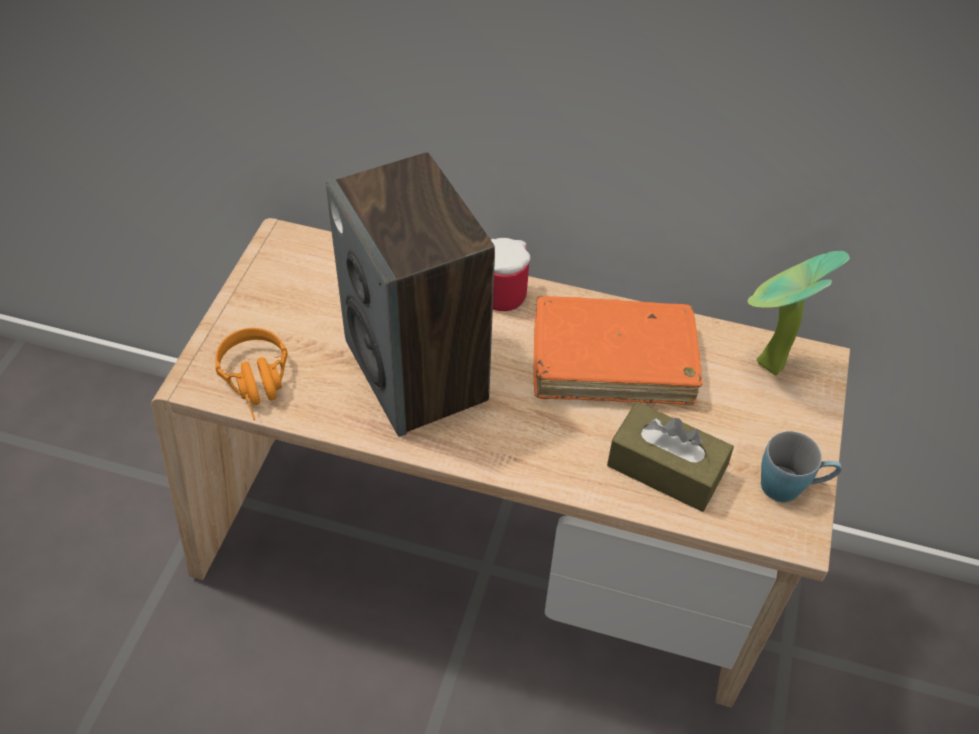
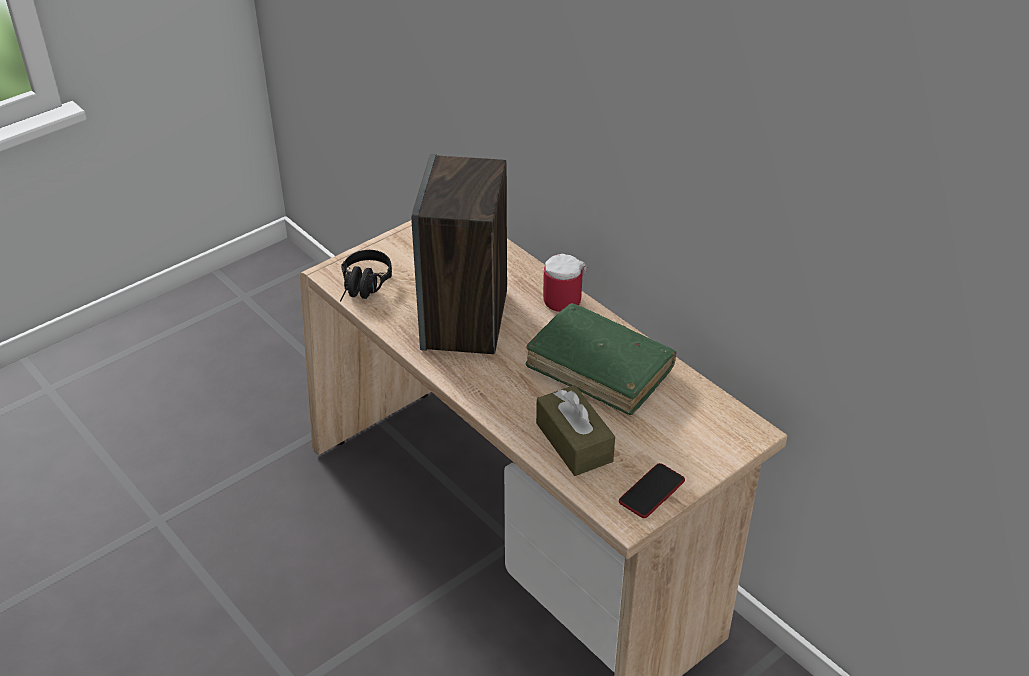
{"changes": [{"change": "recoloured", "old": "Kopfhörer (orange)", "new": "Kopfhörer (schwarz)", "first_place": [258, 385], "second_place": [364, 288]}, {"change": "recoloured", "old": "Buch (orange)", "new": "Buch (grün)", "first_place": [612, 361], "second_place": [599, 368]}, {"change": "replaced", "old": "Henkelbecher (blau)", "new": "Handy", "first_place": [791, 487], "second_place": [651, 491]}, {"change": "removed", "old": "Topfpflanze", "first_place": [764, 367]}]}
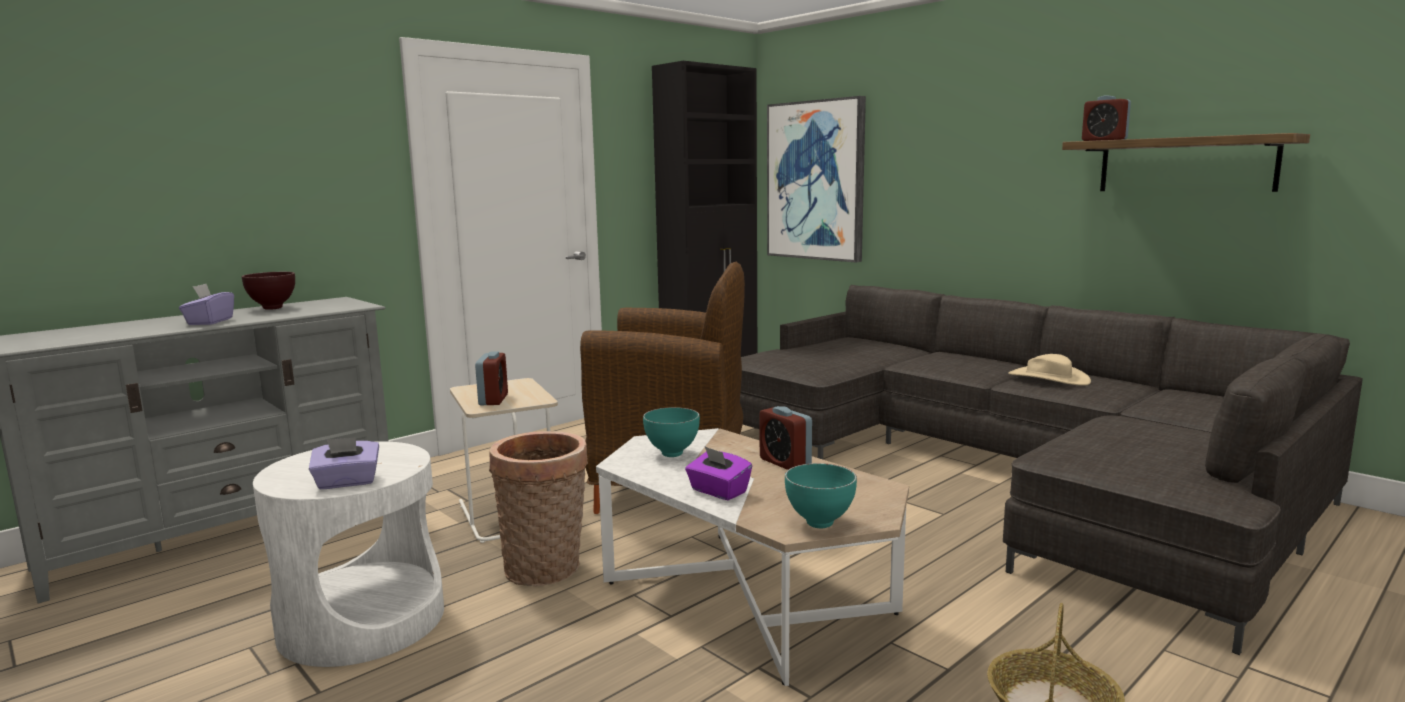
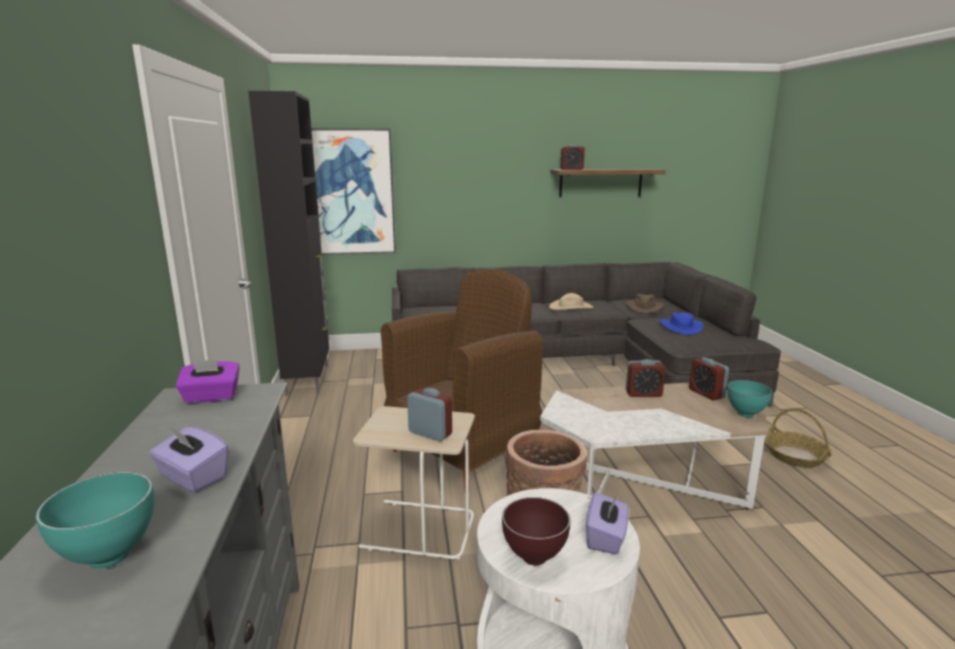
{"changes": [{"change": "moved", "old": "Schüssel (türkis)", "first_place": [671, 454], "second_place": [107, 558]}, {"change": "moved", "old": "Taschentuchbox (lila)", "first_place": [718, 491], "second_place": [211, 397]}, {"change": "moved", "old": "Schüssel (braun)", "first_place": [272, 308], "second_place": [533, 558]}, {"change": "added", "new": "Hut (braun)", "second_place": [644, 307]}, {"change": "added", "new": "Hut (blau)", "second_place": [680, 327]}, {"change": "added", "new": "Wecker", "second_place": [706, 393]}]}
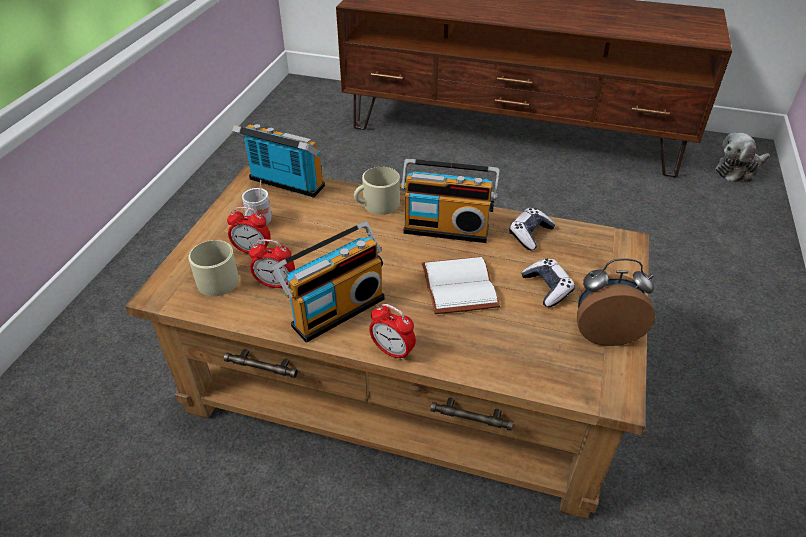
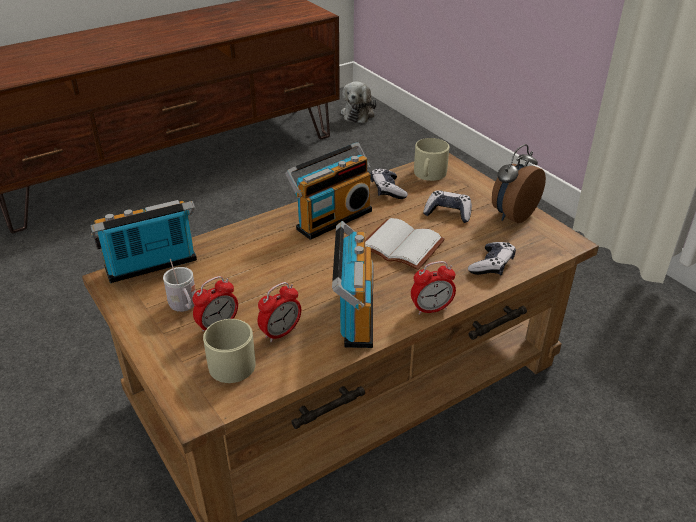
{"changes": [{"change": "moved", "old": "Henkelbecher (beige)", "first_place": [376, 205], "second_place": [429, 174]}, {"change": "added", "new": "Gamepad", "second_place": [492, 265]}]}
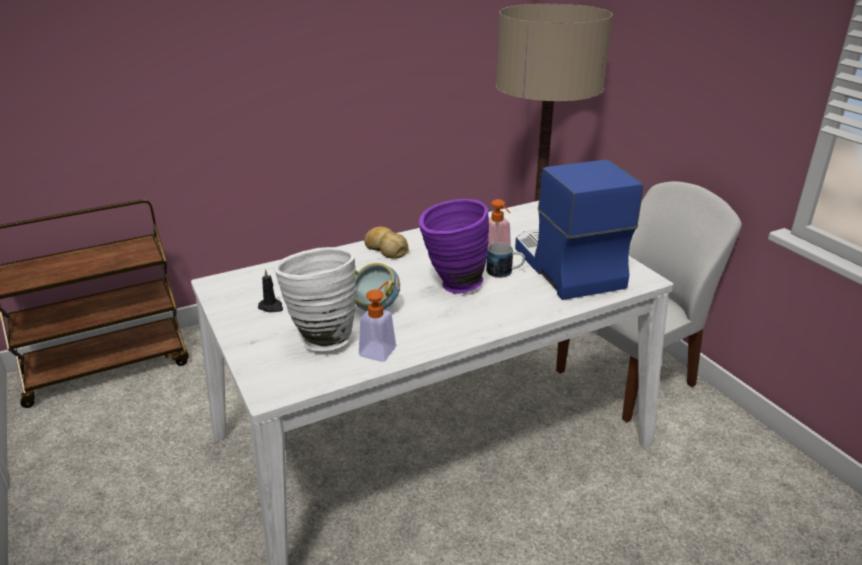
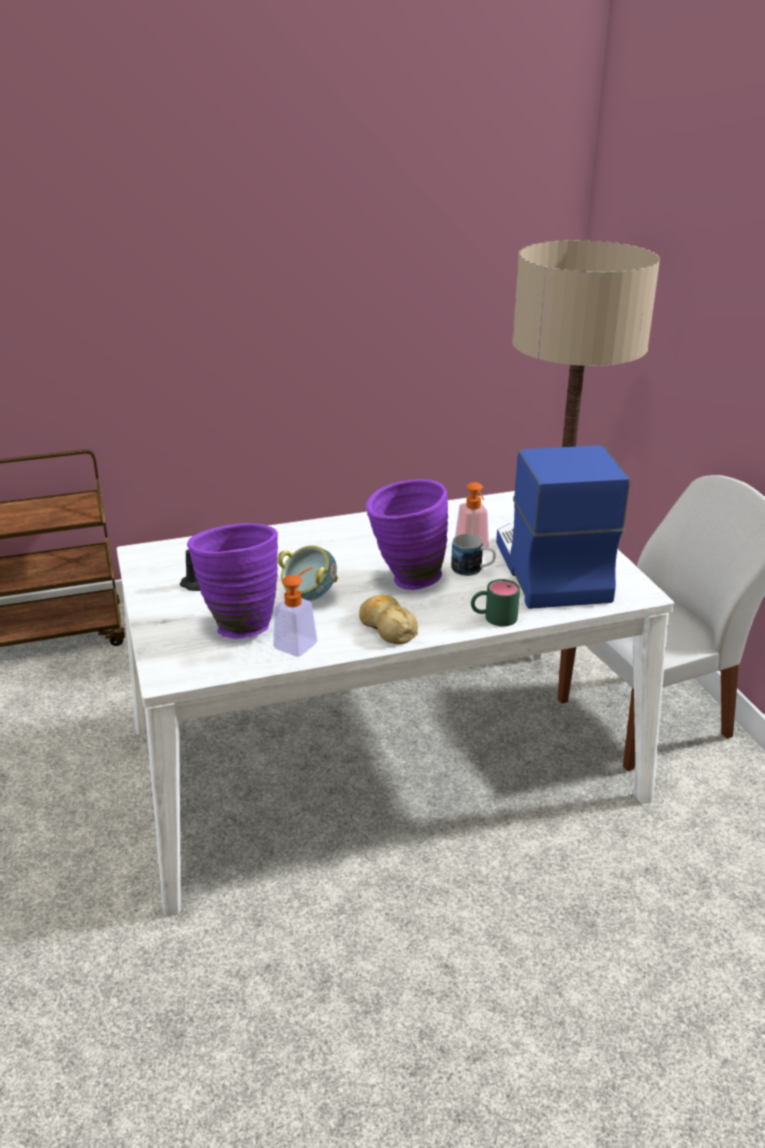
{"changes": [{"change": "recoloured", "old": "Vase (weiß)", "new": "Vase (lila)", "first_place": [321, 338], "second_place": [239, 624]}, {"change": "moved", "old": "Brot", "first_place": [386, 249], "second_place": [387, 627]}, {"change": "added", "new": "Henkelbecher (grün)", "second_place": [493, 617]}]}
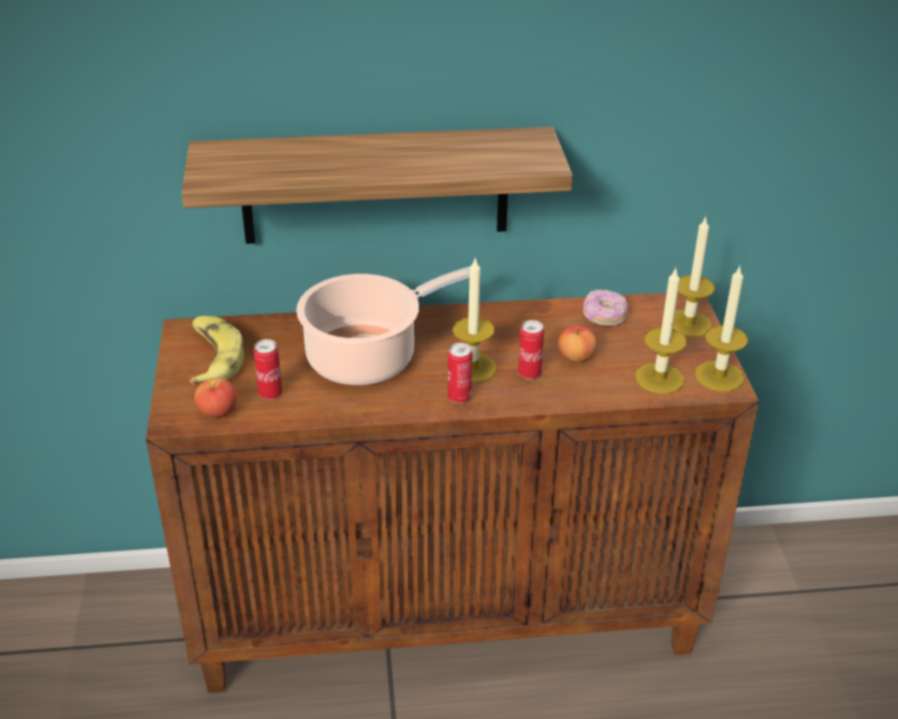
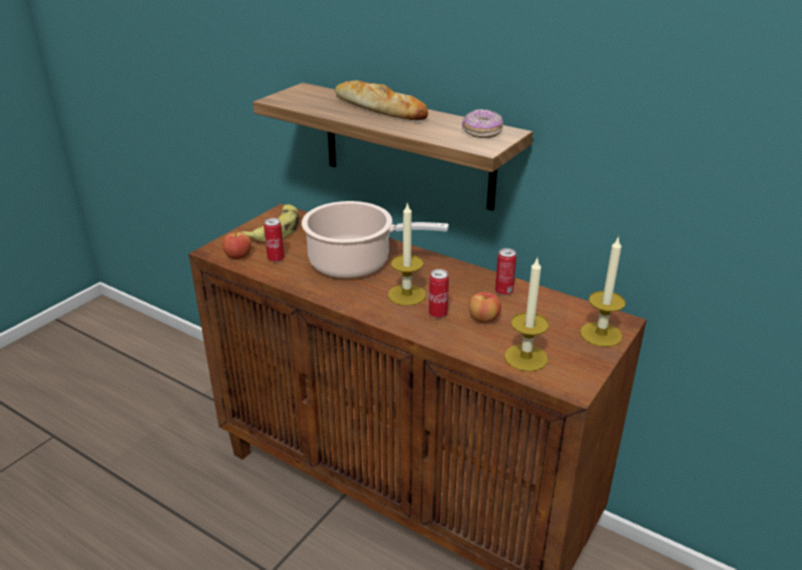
{"changes": [{"change": "added", "new": "Brot", "second_place": [380, 108]}, {"change": "moved", "old": "Donut", "first_place": [604, 317], "second_place": [482, 133]}, {"change": "moved", "old": "Dose", "first_place": [459, 397], "second_place": [503, 291]}, {"change": "removed", "old": "Kerze", "first_place": [719, 376]}]}
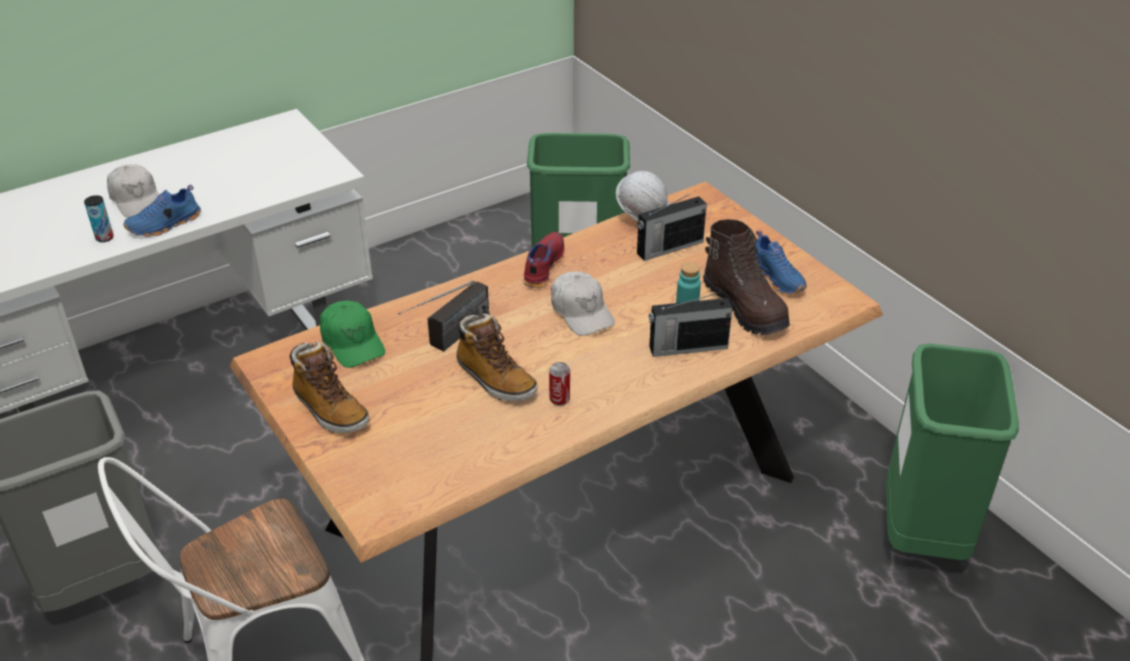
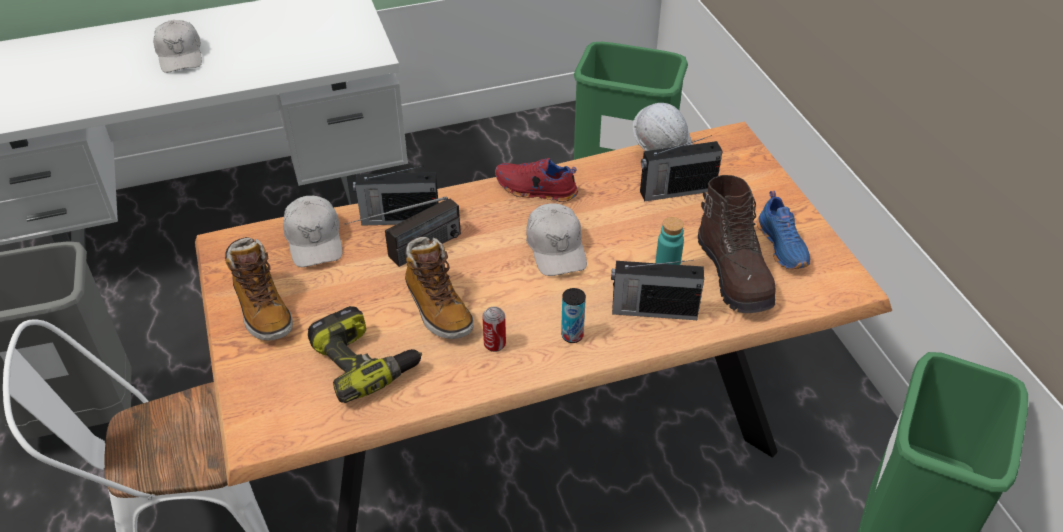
{"changes": [{"change": "recoloured", "old": "Kappe (grün)", "new": "Kappe (weiß)", "first_place": [352, 342], "second_place": [314, 239]}, {"change": "added", "new": "Bohrmaschine", "second_place": [365, 362]}, {"change": "added", "new": "Radio", "second_place": [399, 218]}, {"change": "turned", "old": "Schuh (rot)", "first_place": [542, 267], "second_place": [535, 190], "degrees": -105}, {"change": "moved", "old": "Dose", "first_place": [104, 238], "second_place": [572, 335]}, {"change": "removed", "old": "Schuh (blau)", "first_place": [165, 225]}]}
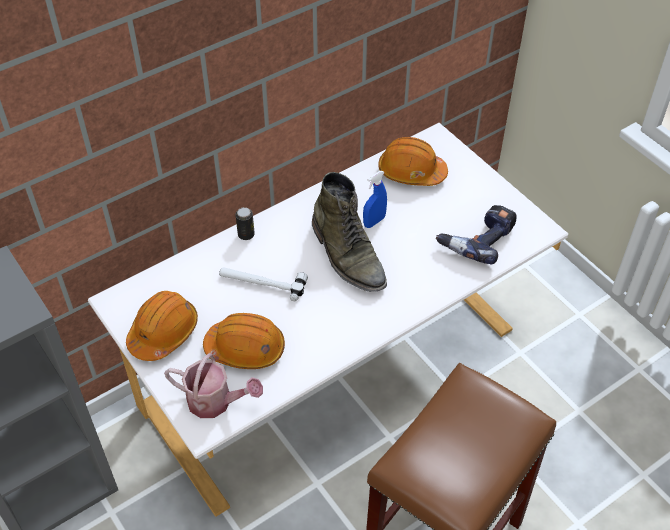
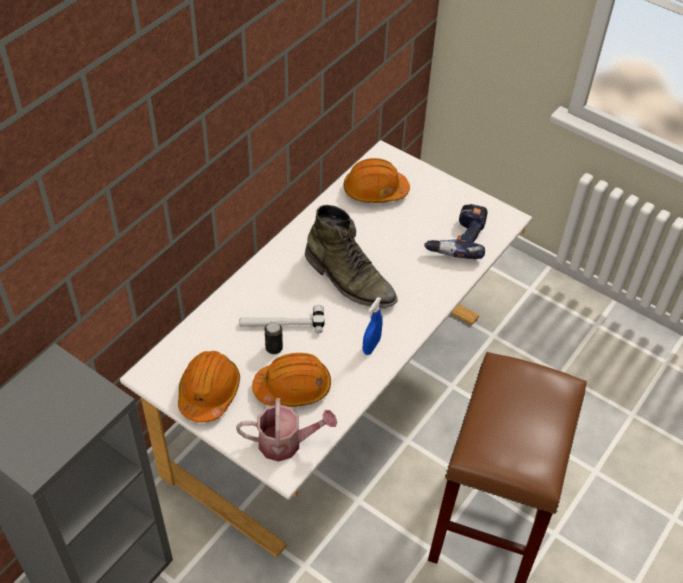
{"changes": [{"change": "moved", "old": "Dose", "first_place": [246, 234], "second_place": [274, 348]}, {"change": "moved", "old": "Sprühflasche (blau)", "first_place": [374, 221], "second_place": [371, 346]}]}
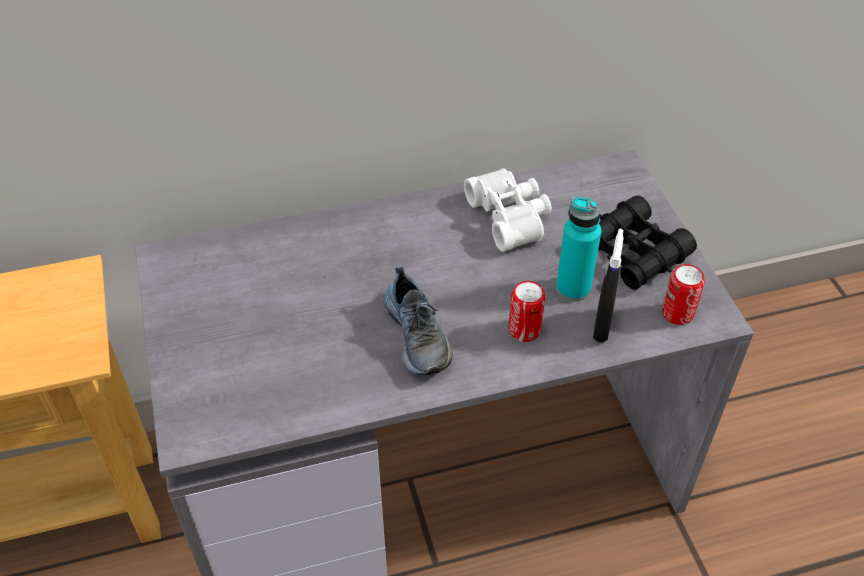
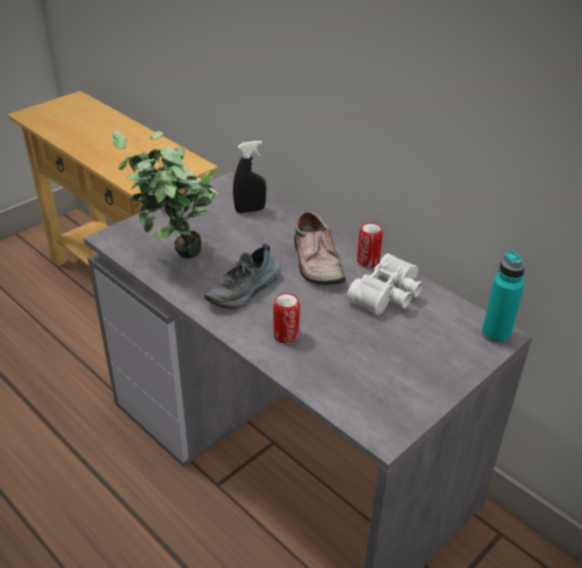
{"changes": [{"change": "added", "new": "Topfpflanze", "second_place": [175, 260]}, {"change": "moved", "old": "Sprühflasche (schwarz)", "first_place": [601, 326], "second_place": [250, 210]}, {"change": "added", "new": "Schuh", "second_place": [314, 262]}, {"change": "moved", "old": "Dose", "first_place": [677, 313], "second_place": [368, 261]}, {"change": "moved", "old": "Flasche (türkis)", "first_place": [573, 288], "second_place": [496, 334]}, {"change": "removed", "old": "Fernglas (schwarz)", "first_place": [633, 252]}]}
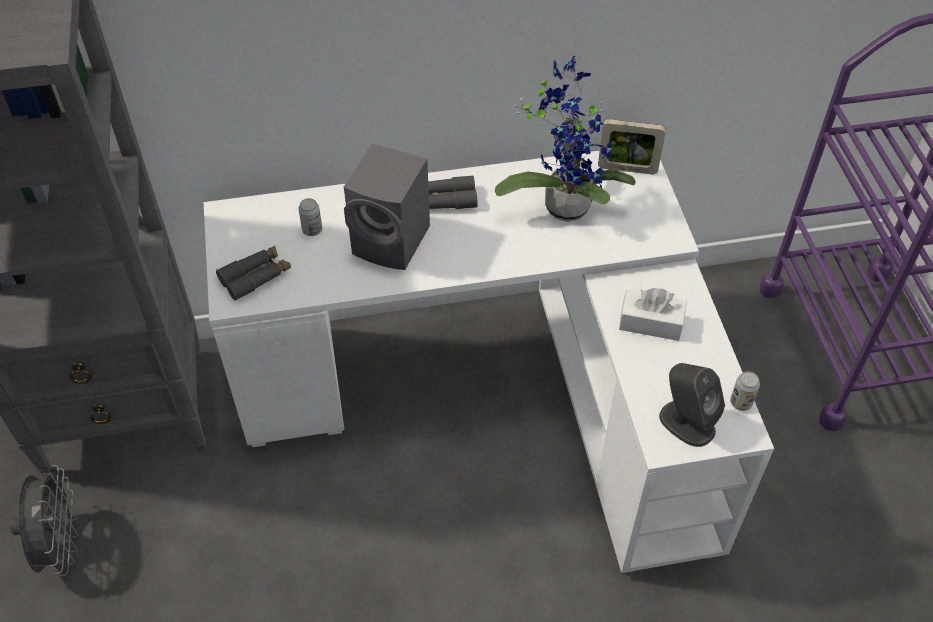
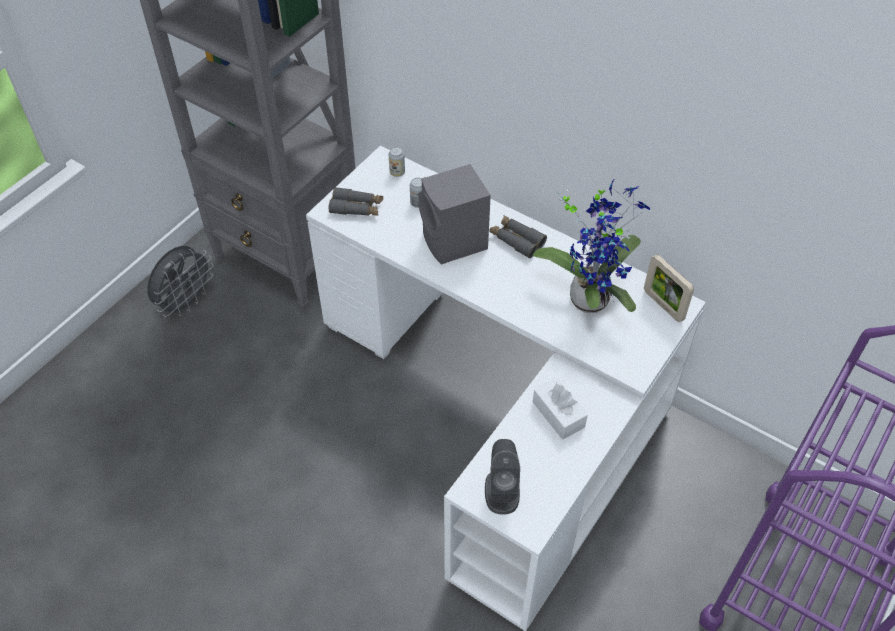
{"changes": [{"change": "moved", "old": "Dose", "first_place": [741, 402], "second_place": [397, 172]}]}
